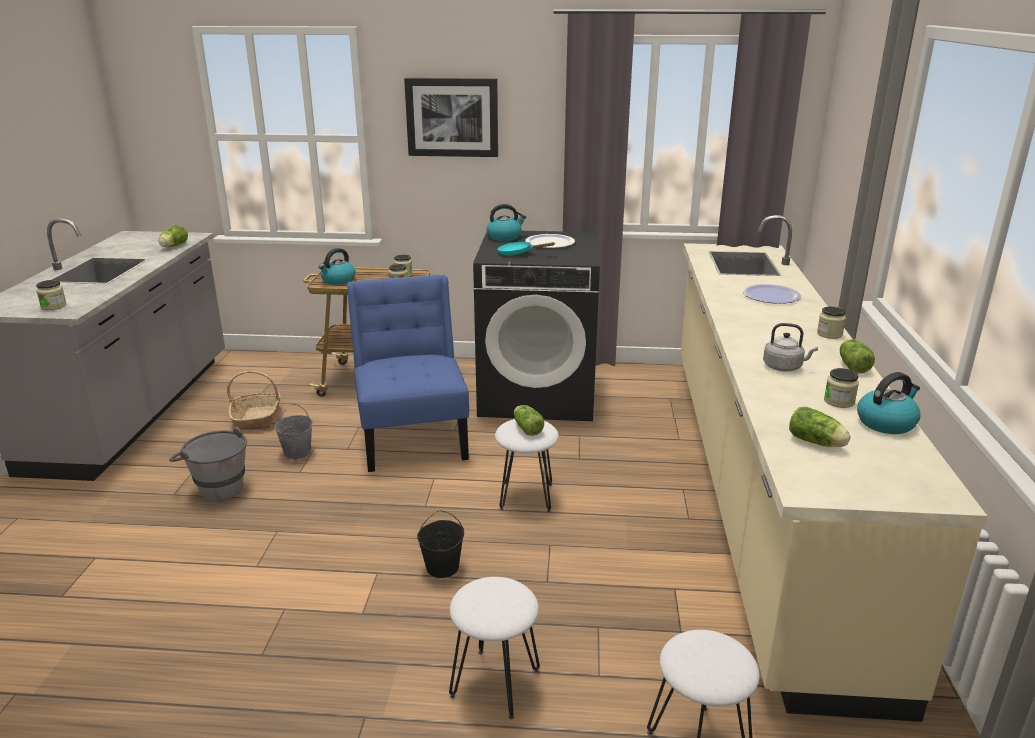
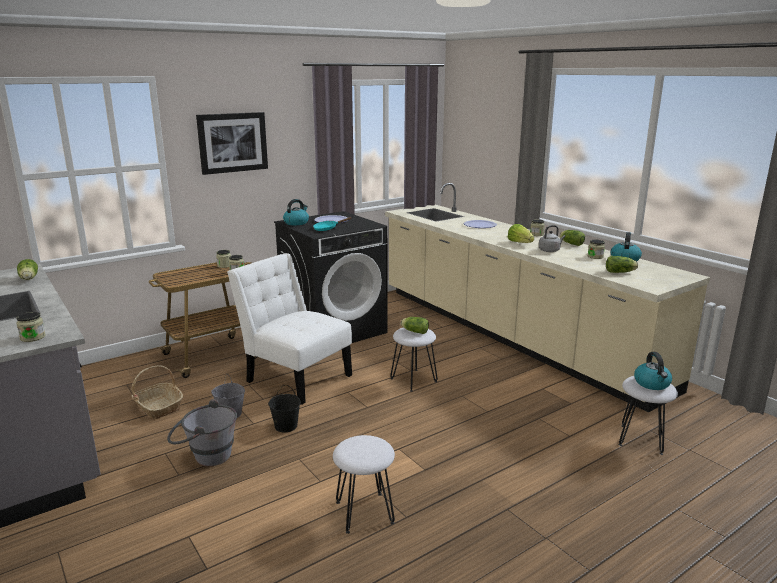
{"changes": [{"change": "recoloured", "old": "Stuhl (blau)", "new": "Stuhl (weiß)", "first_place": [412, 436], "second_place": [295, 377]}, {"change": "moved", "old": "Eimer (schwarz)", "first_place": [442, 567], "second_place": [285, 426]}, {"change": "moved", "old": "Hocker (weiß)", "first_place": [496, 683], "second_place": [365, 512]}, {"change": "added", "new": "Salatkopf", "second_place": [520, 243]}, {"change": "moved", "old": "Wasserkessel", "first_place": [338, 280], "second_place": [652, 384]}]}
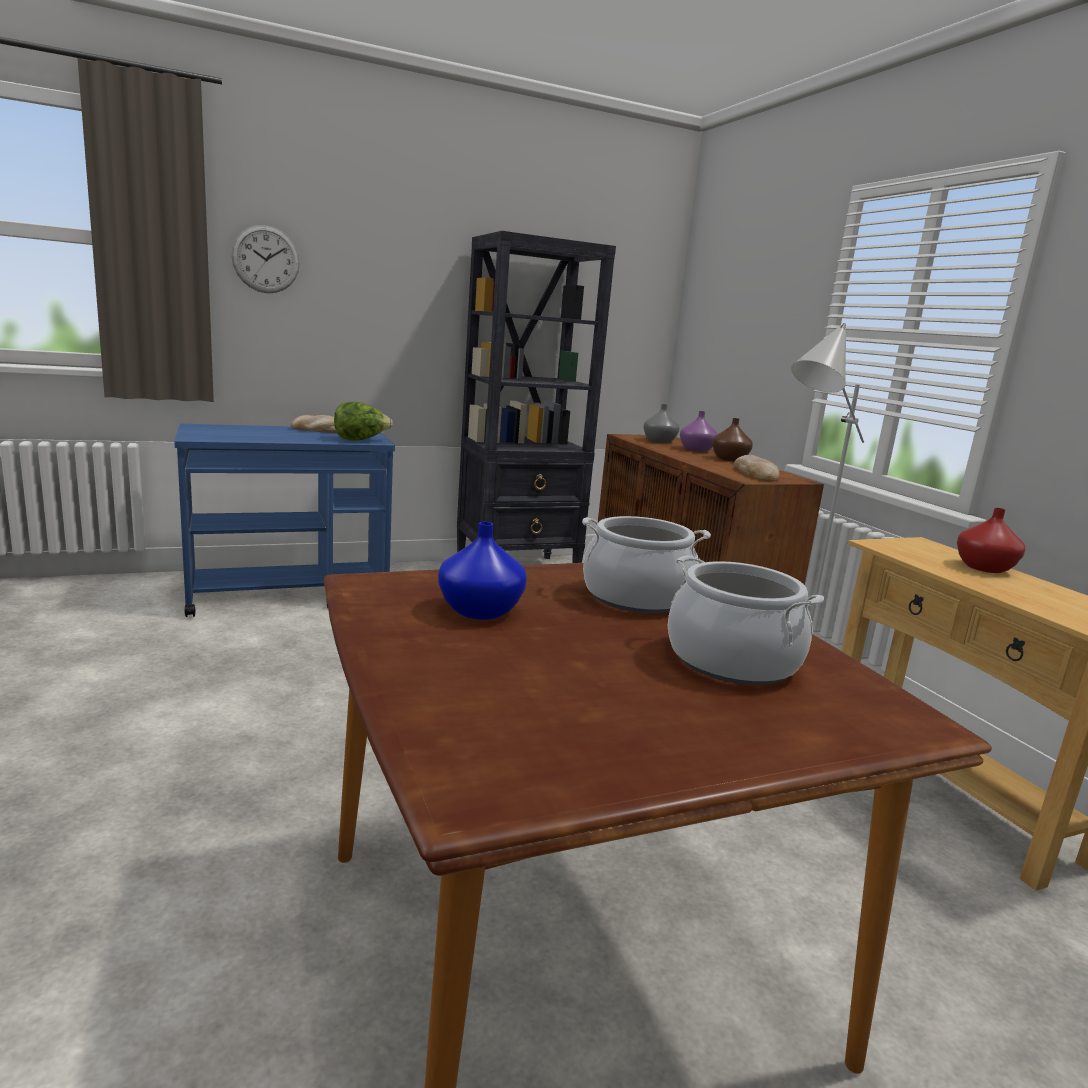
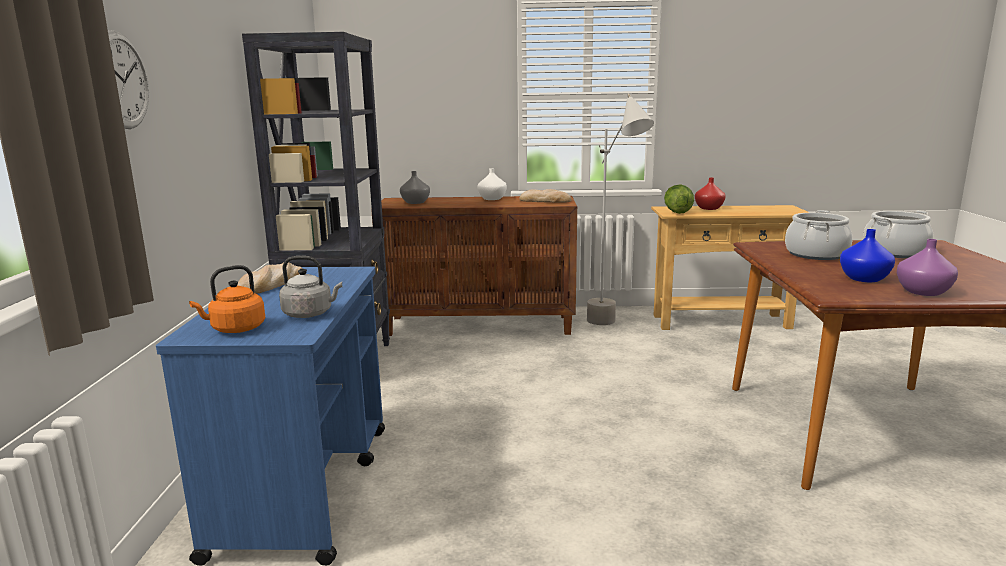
{"changes": [{"change": "added", "new": "Wasserkessel (orange)", "second_place": [235, 329]}, {"change": "added", "new": "Wasserkessel (grau)", "second_place": [310, 314]}, {"change": "recoloured", "old": "Vase (braun)", "new": "Vase (weiß)", "first_place": [729, 459], "second_place": [492, 199]}, {"change": "moved", "old": "Salatkopf", "first_place": [360, 440], "second_place": [677, 212]}, {"change": "moved", "old": "Vase (lila)", "first_place": [696, 450], "second_place": [924, 292]}]}
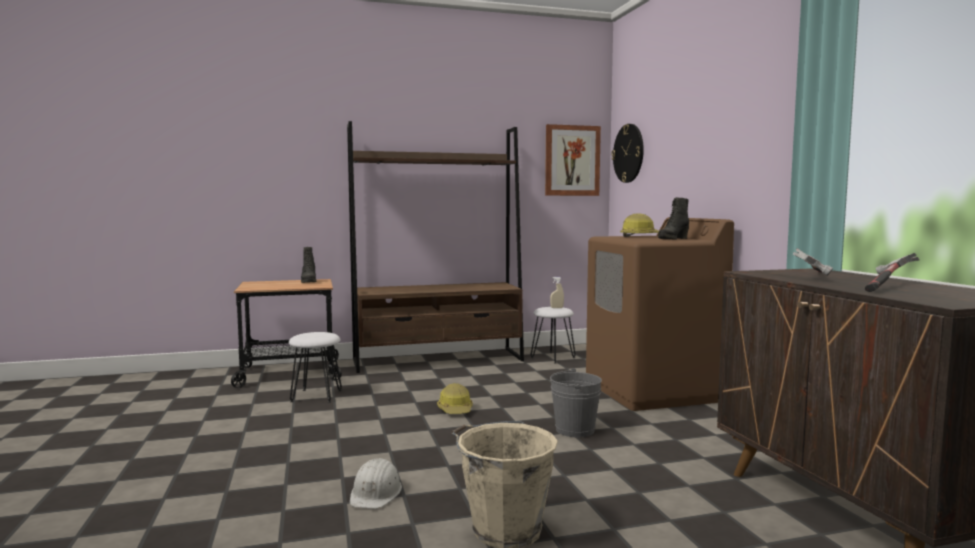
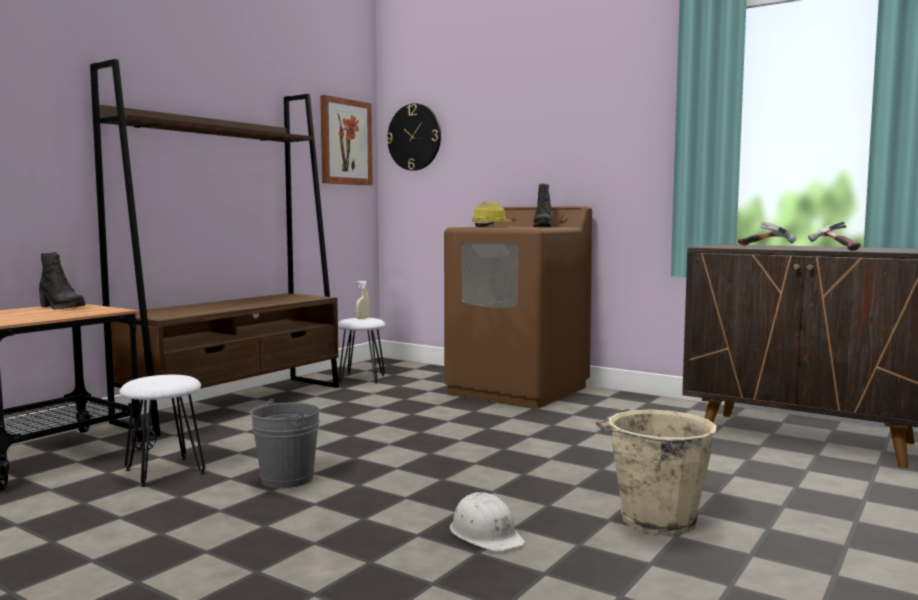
{"changes": [{"change": "moved", "old": "Eimer (grau)", "first_place": [575, 430], "second_place": [287, 479]}, {"change": "removed", "old": "Schutzhelm", "first_place": [456, 410]}]}
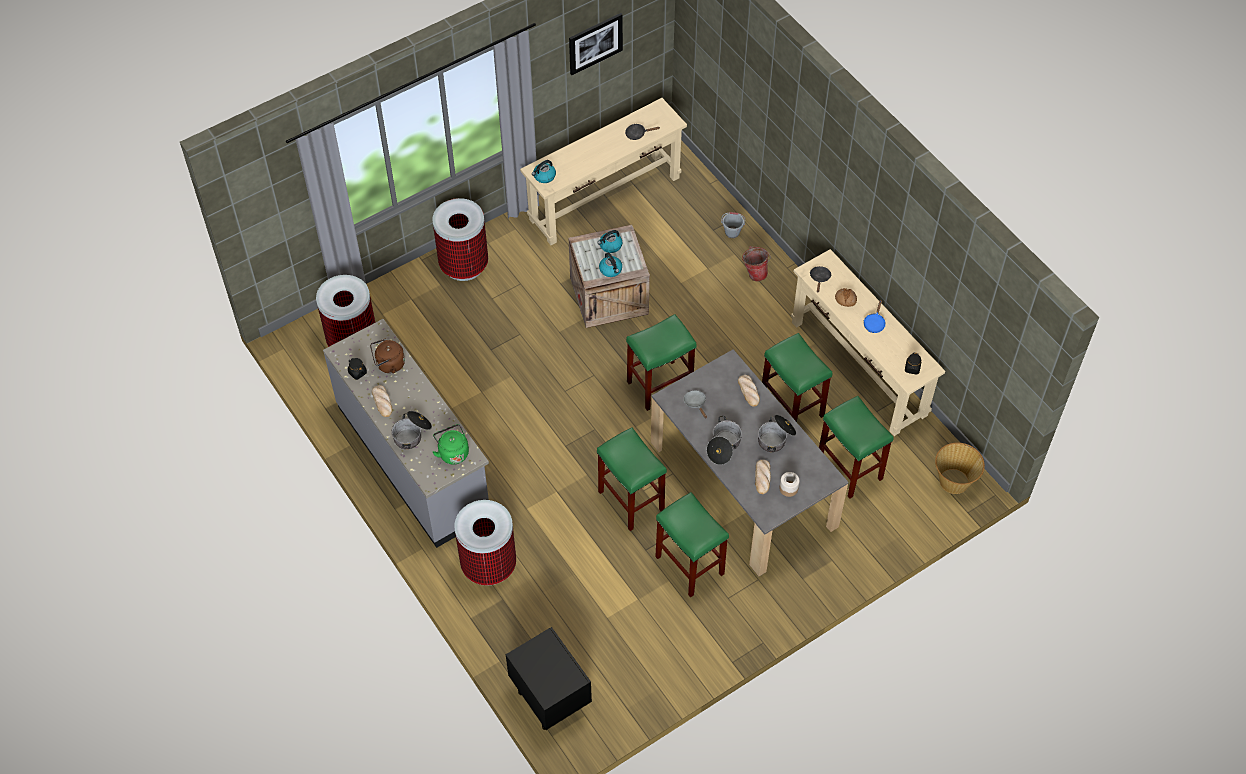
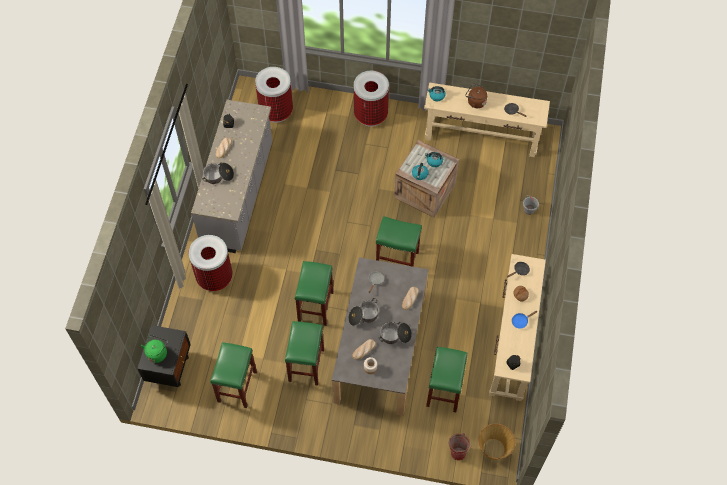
{"changes": [{"change": "moved", "old": "Wasserkessel (grün)", "first_place": [452, 452], "second_place": [157, 353]}, {"change": "moved", "old": "Hocker (grün)", "first_place": [792, 407], "second_place": [237, 387]}, {"change": "moved", "old": "Eimer", "first_place": [754, 273], "second_place": [458, 450]}, {"change": "moved", "old": "Wasserkessel (braun)", "first_place": [389, 364], "second_place": [475, 102]}, {"change": "removed", "old": "Bild", "first_place": [595, 43]}]}
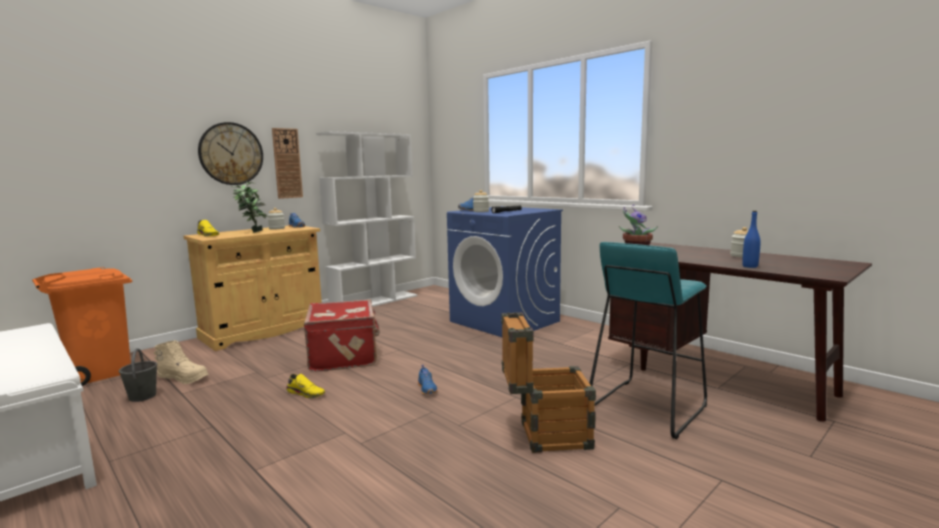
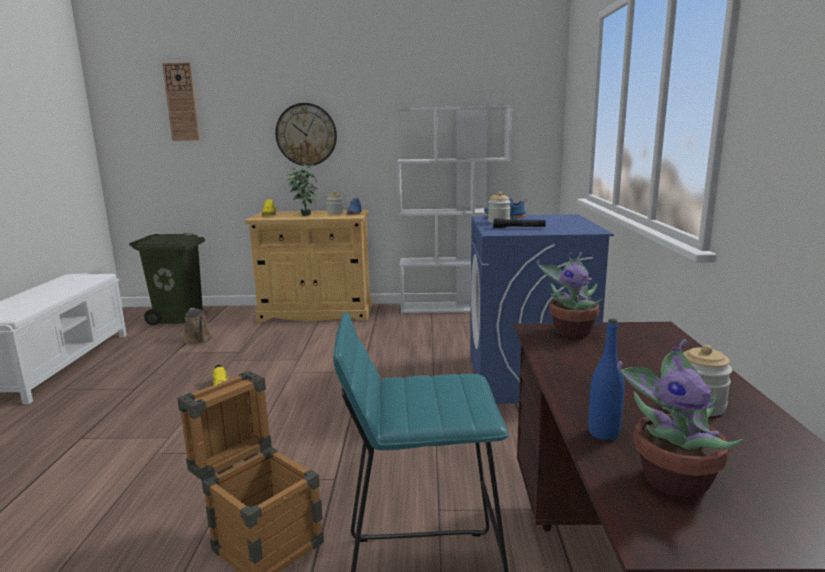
{"changes": [{"change": "recoloured", "old": "Mülleimer (orange)", "new": "Mülleimer (grün)", "first_place": [100, 373], "second_place": [179, 318]}, {"change": "moved", "old": "Wanduhr", "first_place": [287, 163], "second_place": [181, 102]}, {"change": "replaced", "old": "Stiefel (beige)", "new": "Gießkanne (braun)", "first_place": [184, 378], "second_place": [199, 340]}, {"change": "added", "new": "Topfpflanze", "second_place": [671, 479]}, {"change": "removed", "old": "Eimer (grau)", "first_place": [142, 396]}, {"change": "removed", "old": "Koffer (rot)", "first_place": [345, 356]}, {"change": "removed", "old": "Schuh (blau)", "first_place": [427, 389]}]}
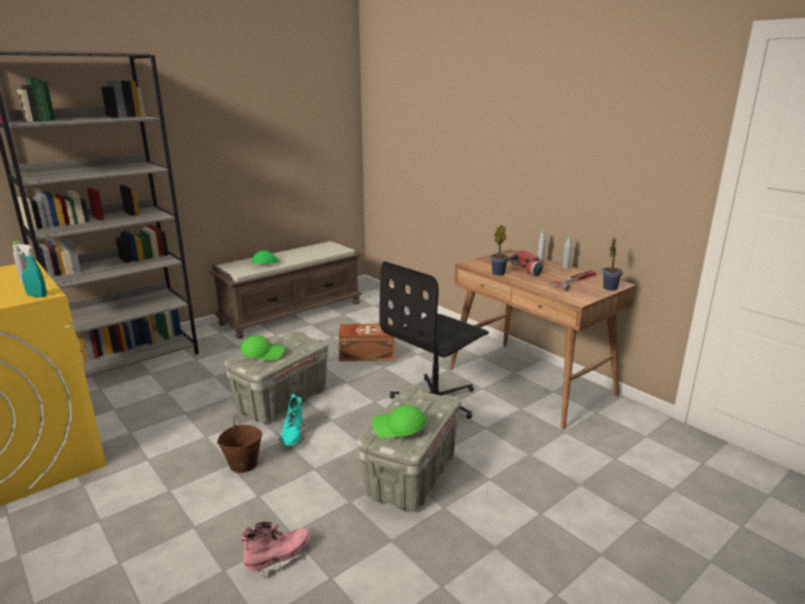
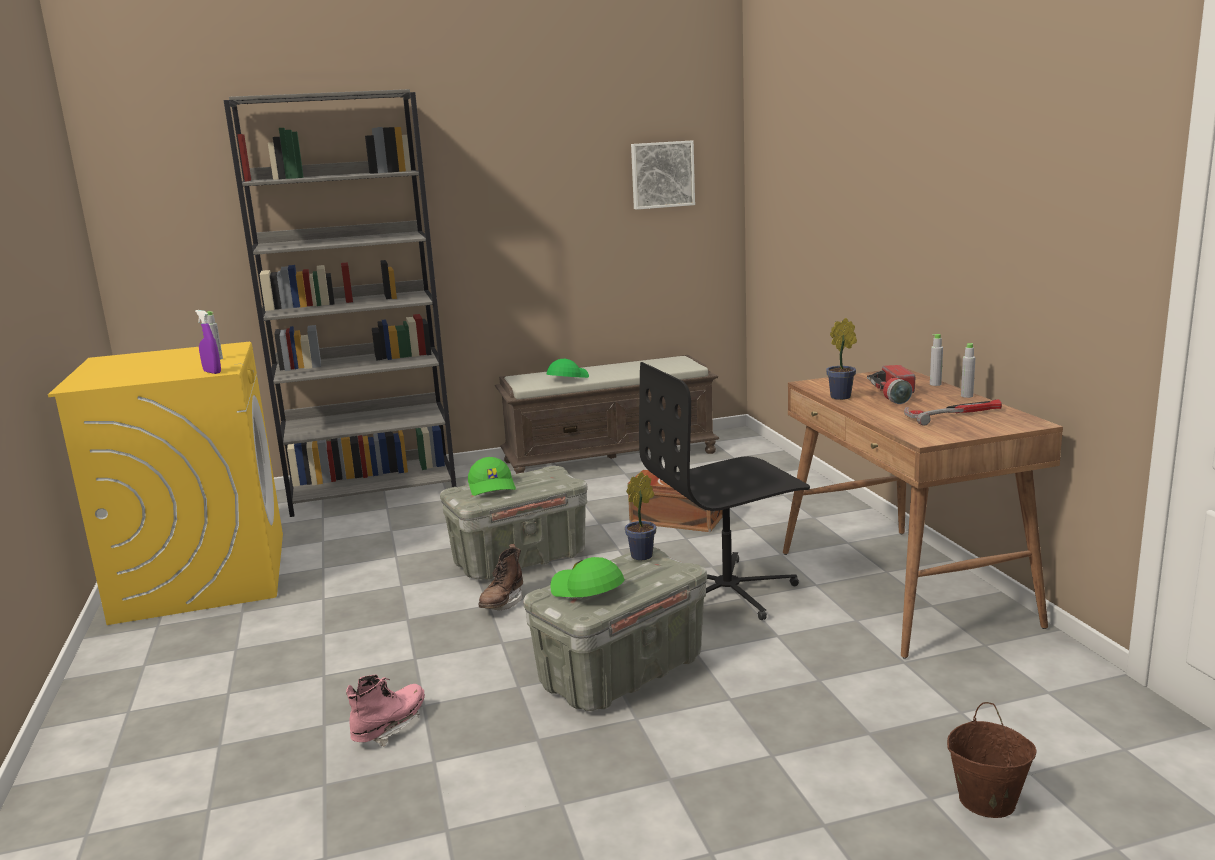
{"changes": [{"change": "recoloured", "old": "Sprühflasche (türkis)", "new": "Sprühflasche (lila)", "first_place": [37, 296], "second_place": [212, 372]}, {"change": "turned", "old": "Stiefel (rosa)", "first_place": [278, 558], "second_place": [390, 727], "degrees": -45}, {"change": "turned", "old": "Kappe (grün)", "first_place": [263, 354], "second_place": [492, 487], "degrees": 60}, {"change": "recoloured", "old": "Stiefel (türkis)", "new": "Stiefel (braun)", "first_place": [293, 437], "second_place": [502, 603]}, {"change": "moved", "old": "Topfpflanze", "first_place": [610, 288], "second_place": [644, 555]}, {"change": "added", "new": "Bild", "second_place": [662, 174]}, {"change": "moved", "old": "Eimer (braun)", "first_place": [243, 464], "second_place": [985, 800]}]}
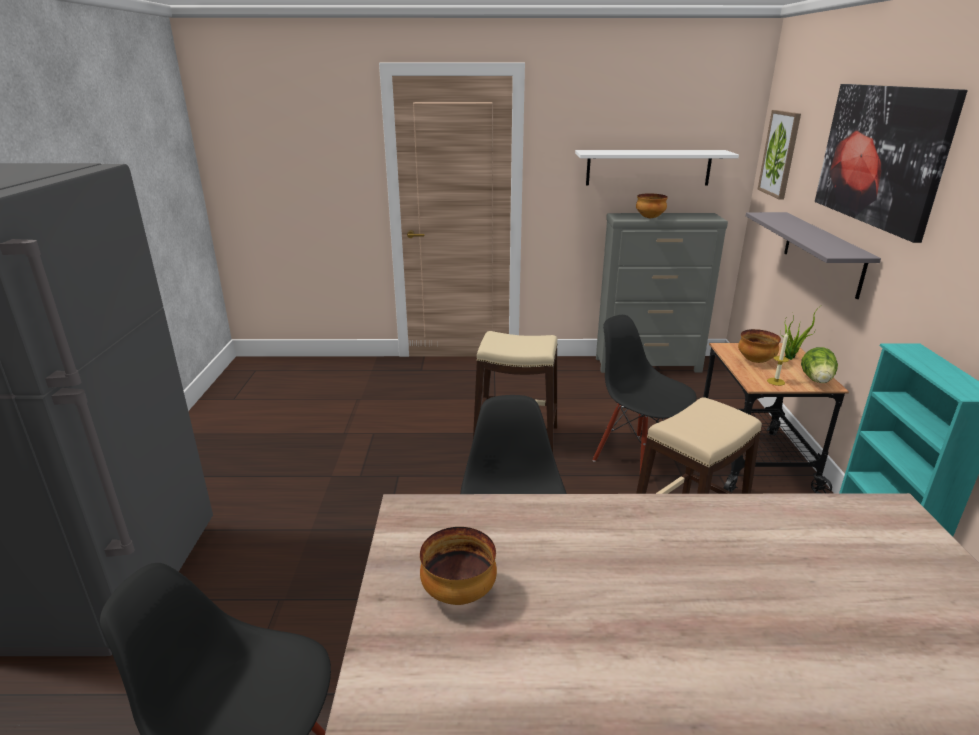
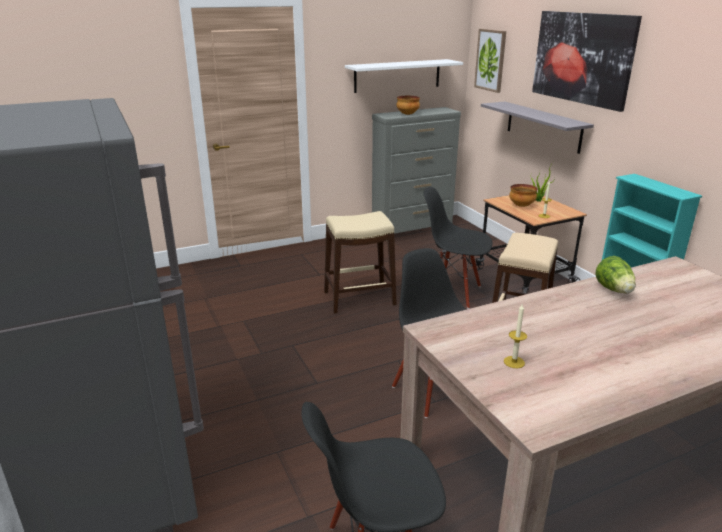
{"changes": [{"change": "replaced", "old": "Schüssel", "new": "Kerze", "first_place": [459, 594], "second_place": [514, 362]}, {"change": "moved", "old": "Salatkopf", "first_place": [817, 381], "second_place": [614, 290]}]}
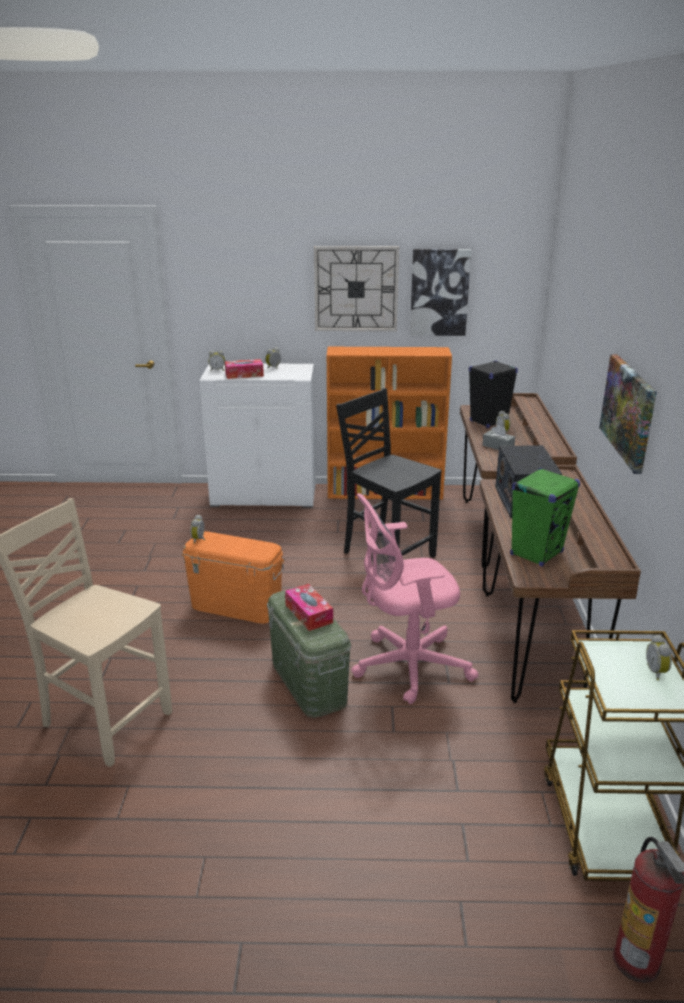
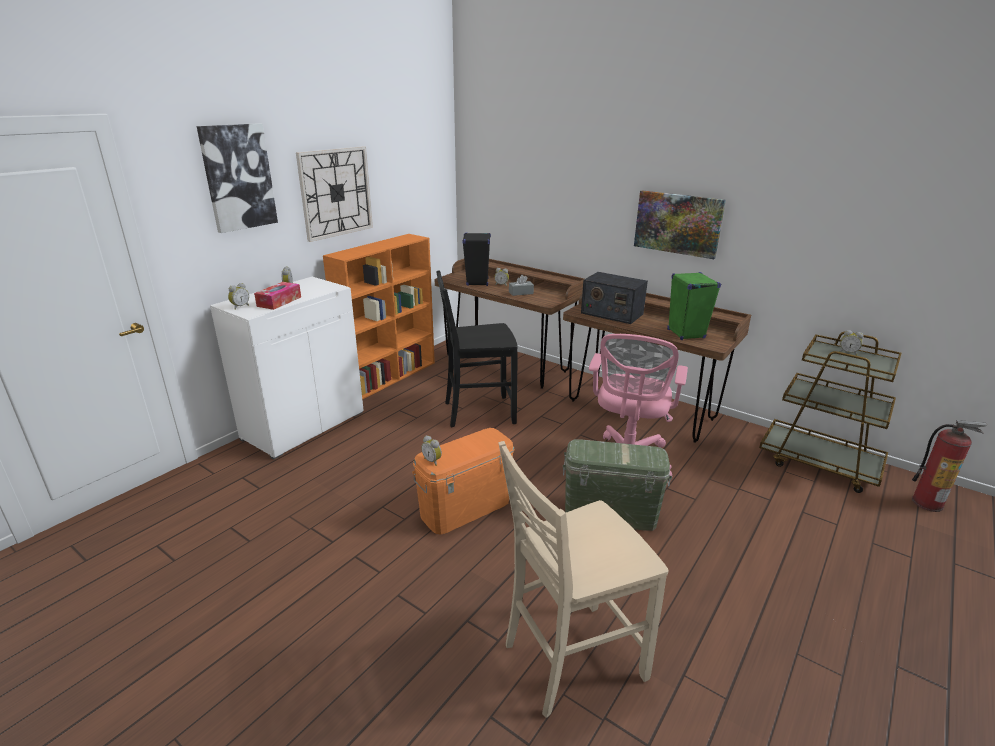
{"changes": [{"change": "moved", "old": "Bild", "first_place": [439, 292], "second_place": [238, 177]}, {"change": "removed", "old": "Taschentuchbox", "first_place": [309, 614]}]}
